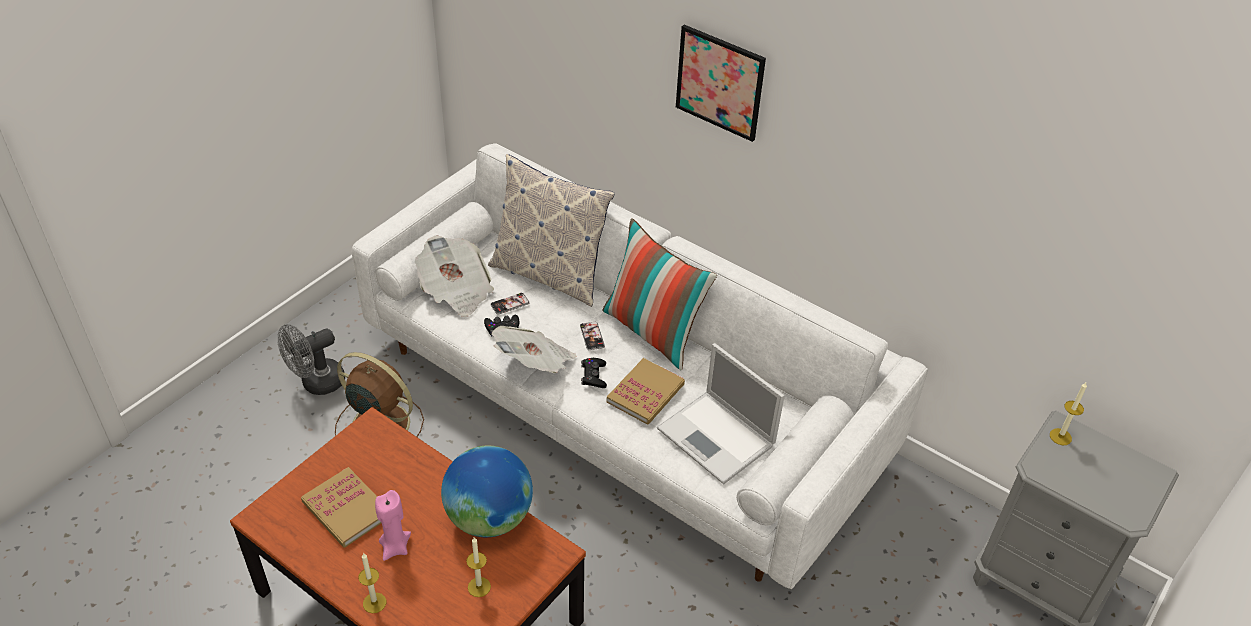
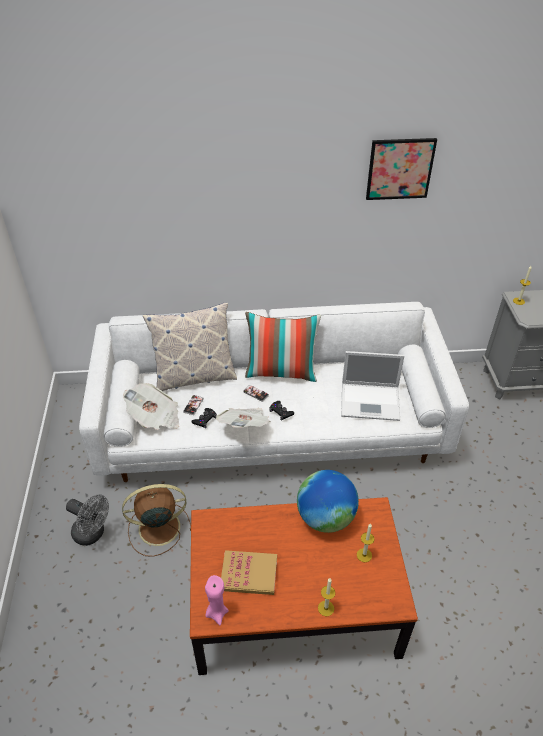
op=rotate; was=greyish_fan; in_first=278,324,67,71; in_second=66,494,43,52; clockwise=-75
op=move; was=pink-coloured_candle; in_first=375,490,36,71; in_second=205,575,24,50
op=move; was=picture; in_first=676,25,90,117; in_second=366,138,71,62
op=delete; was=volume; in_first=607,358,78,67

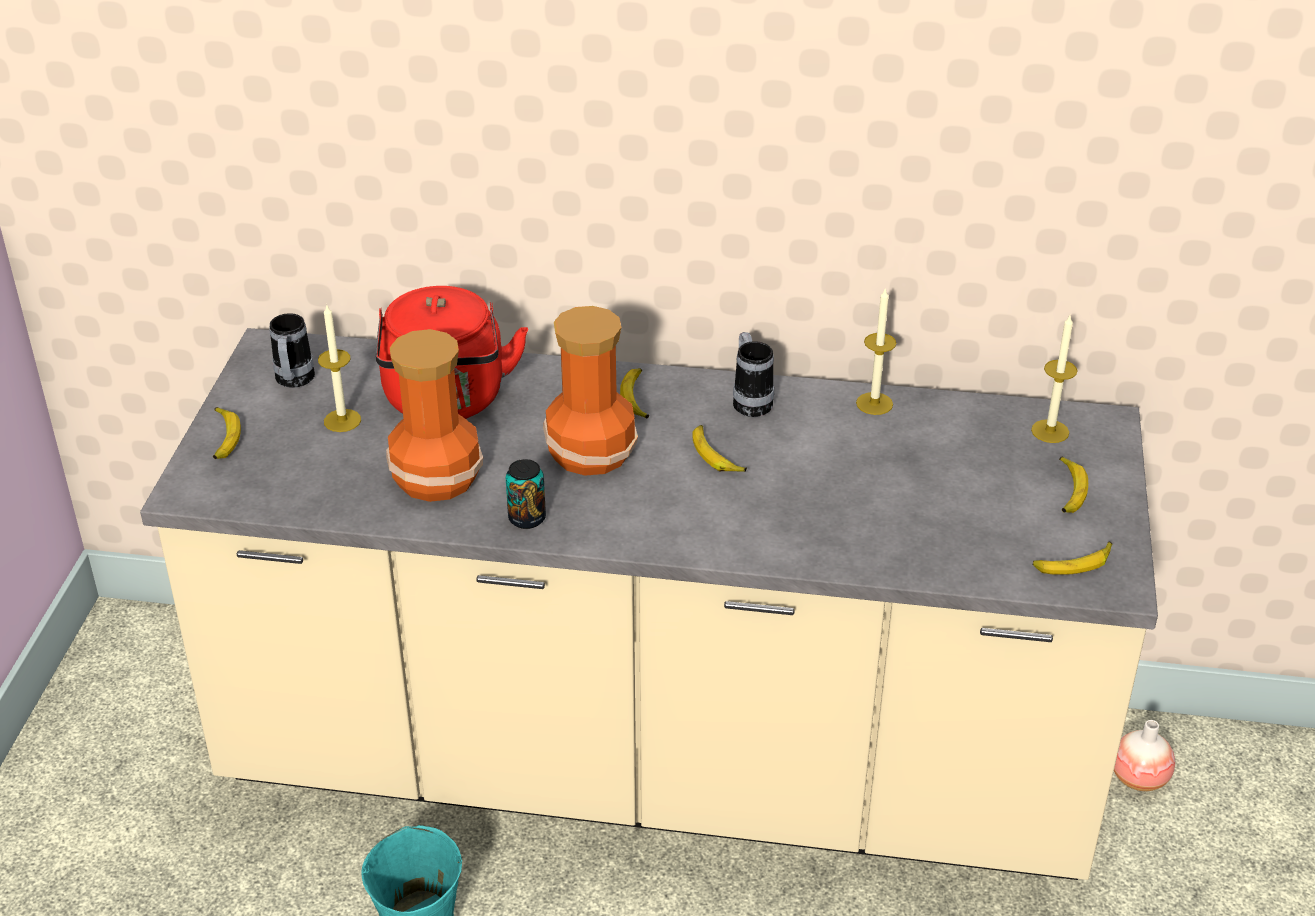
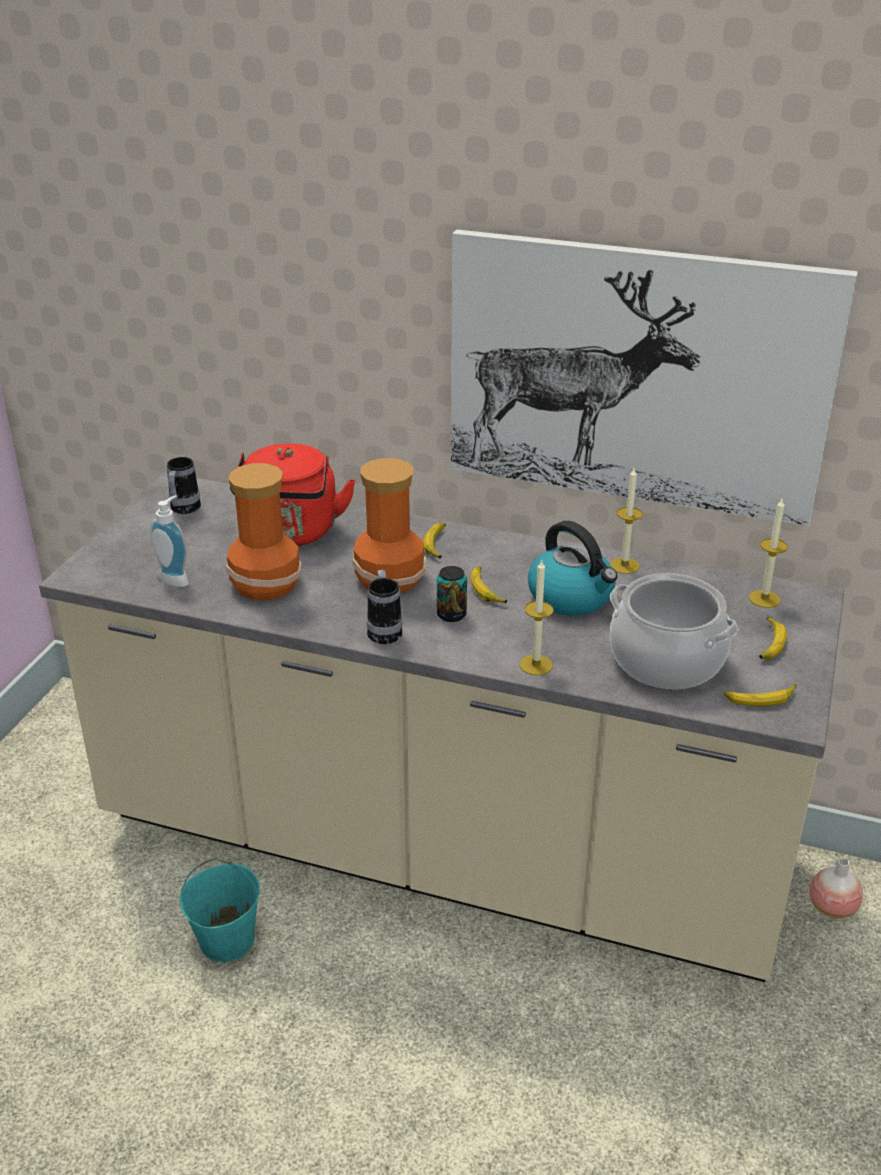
op=insert; now=liquid_soap_bottle; in_second=150,495,39,92
op=move; was=coffee_mug; in_first=733,332,41,85; in_second=367,570,36,74
op=move; was=metal_can; in_first=506,459,40,70; in_second=437,566,30,56
op=insert; now=picture; in_second=451,229,407,297
op=move; was=candle; in_first=318,305,43,127; in_second=519,559,35,116
op=insert; now=kettle; in_second=528,521,89,95
op=insert; now=cooking_pot; in_second=610,573,128,116
op=delete; was=whole_banana; in_first=213,407,28,52

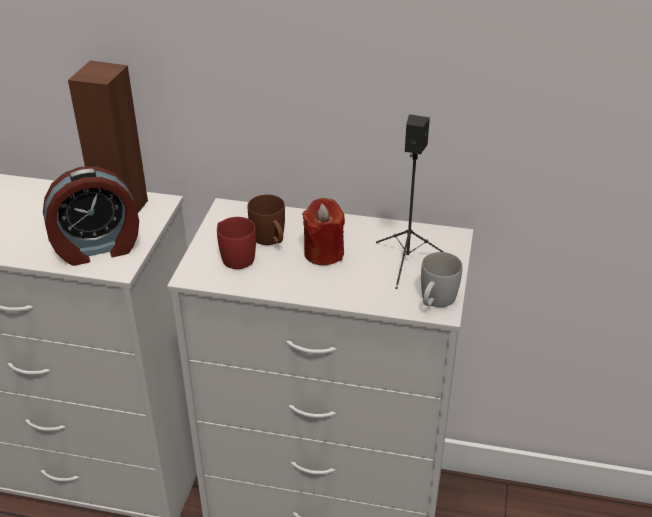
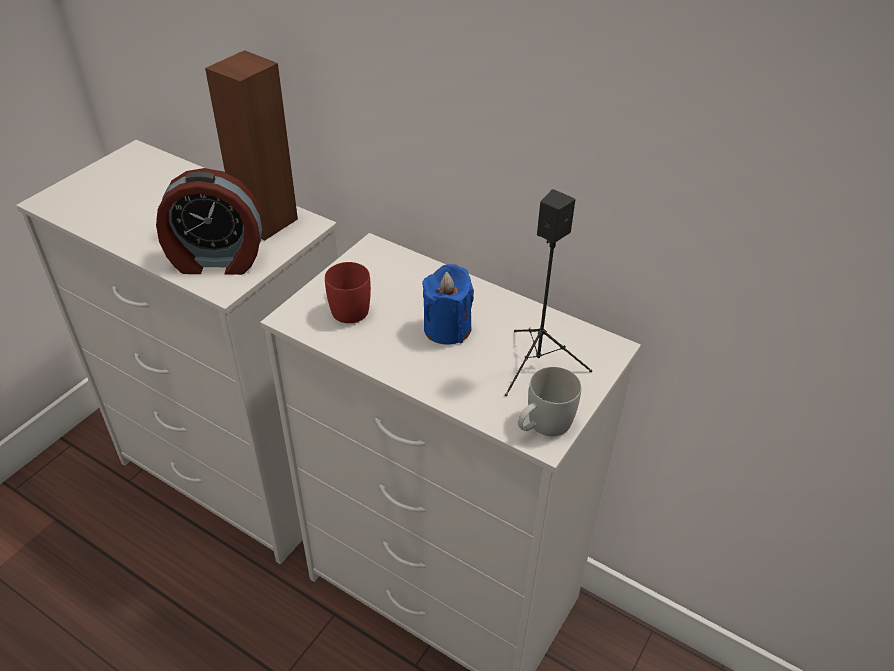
op=recolor; was=red-coloured_candle; now=blue-coloured_candle; in_first=302,198,43,67; in_second=422,264,52,80
op=delete; was=brown-coloured_coffee_mug; in_first=248,195,37,50

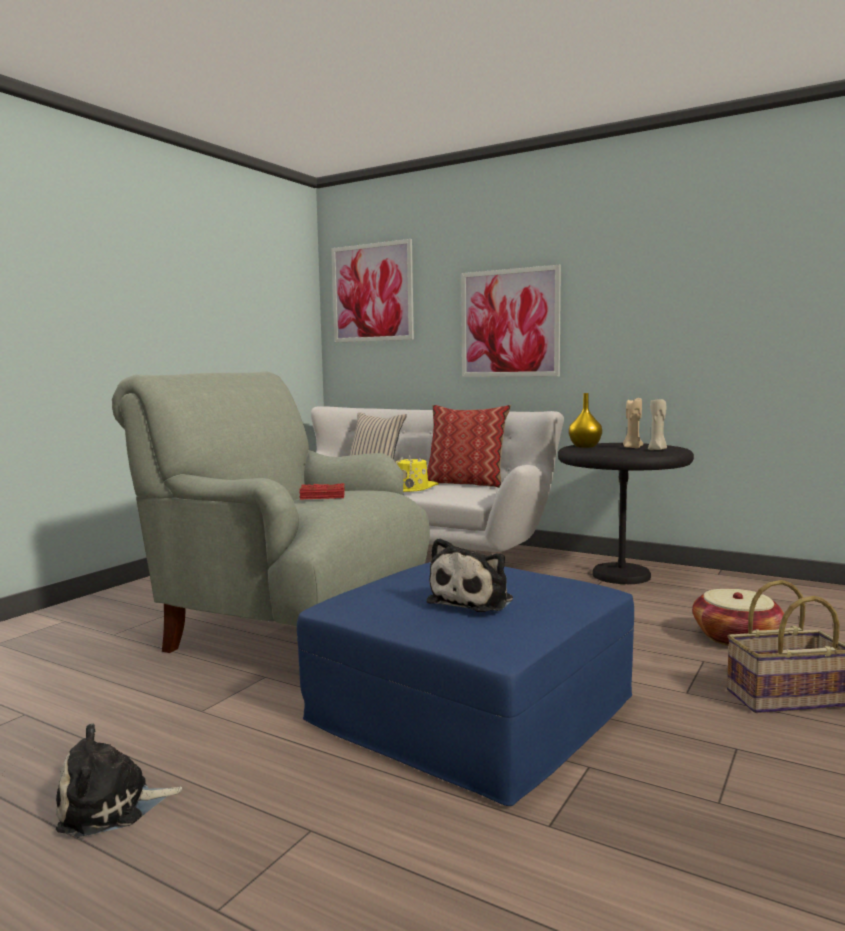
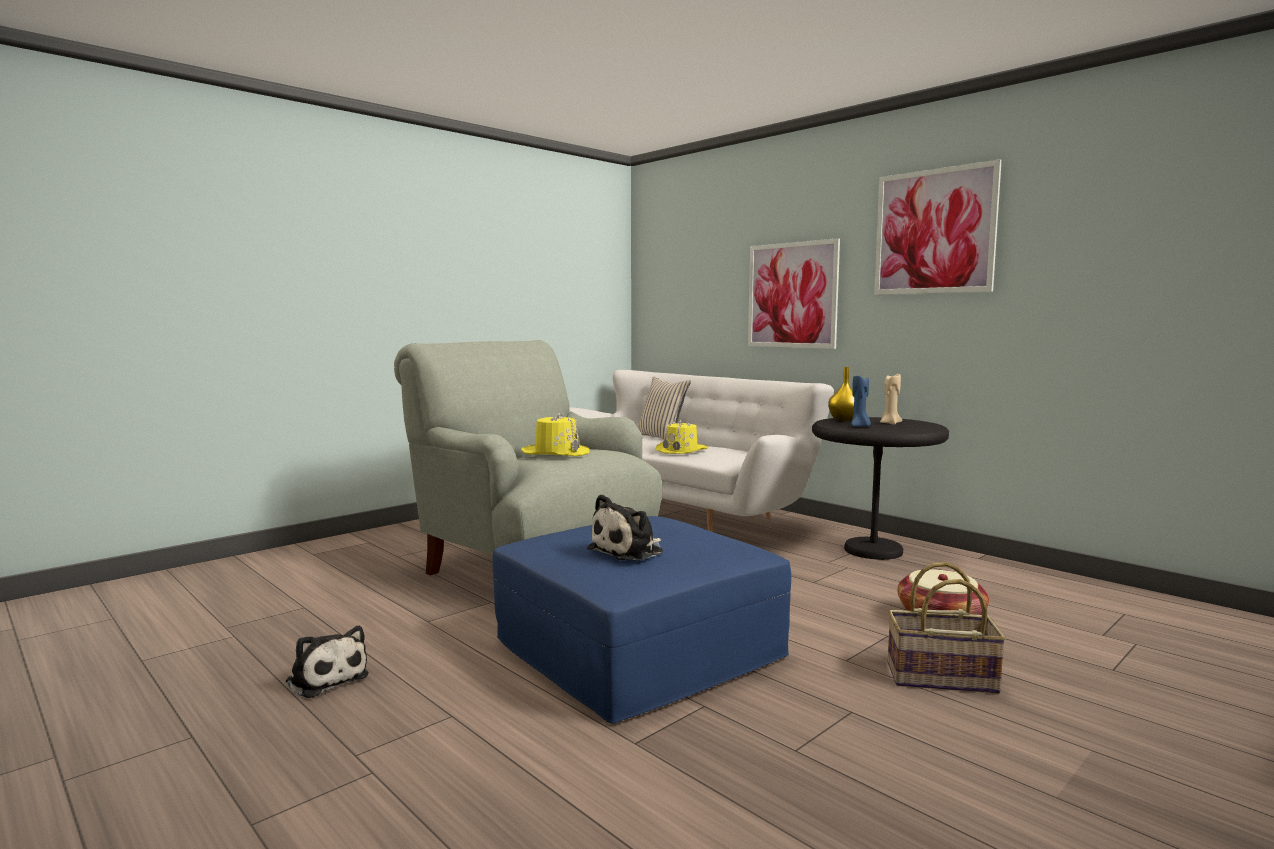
op=rotate; was=plush_toy; in_first=56,723,126,114; in_second=286,626,83,72; clockwise=-135
op=replace; was=red-coloured_volume; now=yellow-coloured_clothing_hat; in_first=299,483,46,17; in_second=521,412,69,44
op=insert; now=blue-coloured_candle; in_second=851,376,20,50
op=move; was=picture; in_first=331,239,83,103; in_second=874,159,128,136
op=delete; was=pillow; in_first=427,405,84,83
op=delete; was=beige-coloured_candle; in_first=648,398,19,52

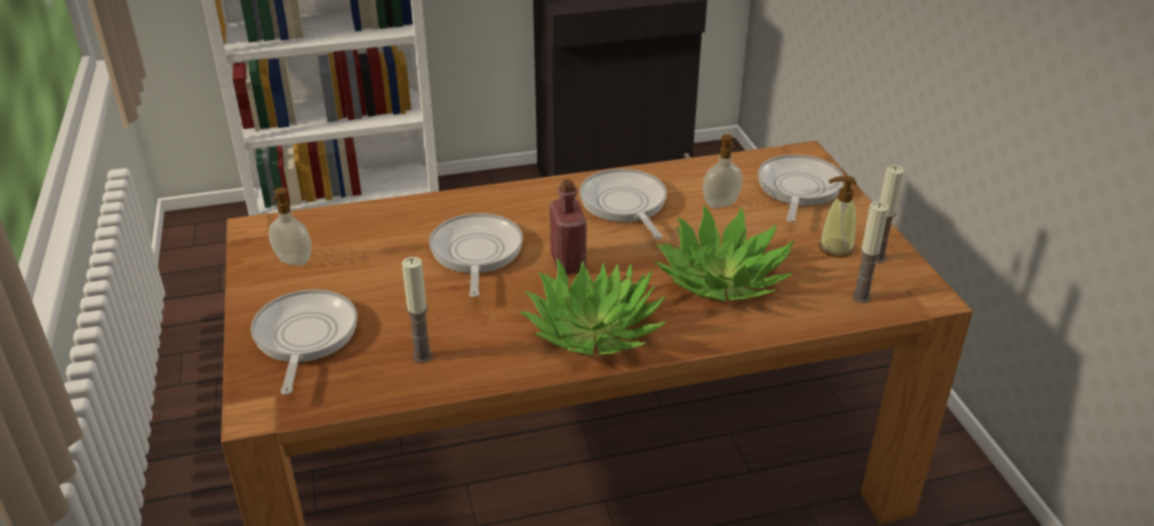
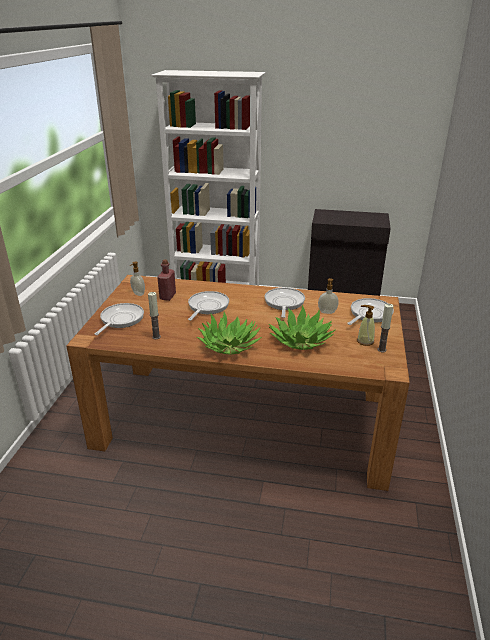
op=move; was=red-coloured_beverage_bottle; in_first=550,179,37,96; in_second=157,259,19,42
op=delete; was=candle; in_first=852,202,37,101

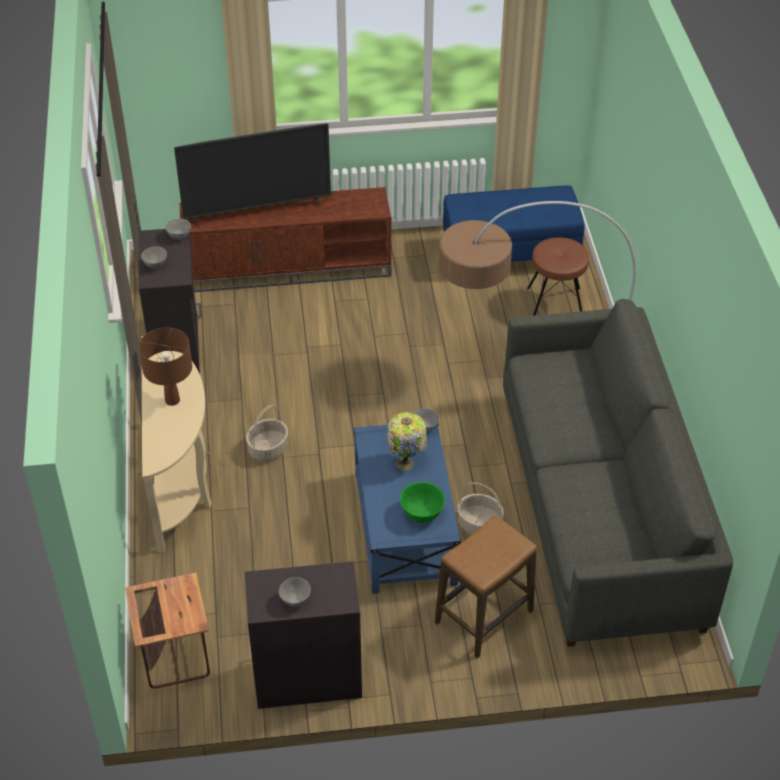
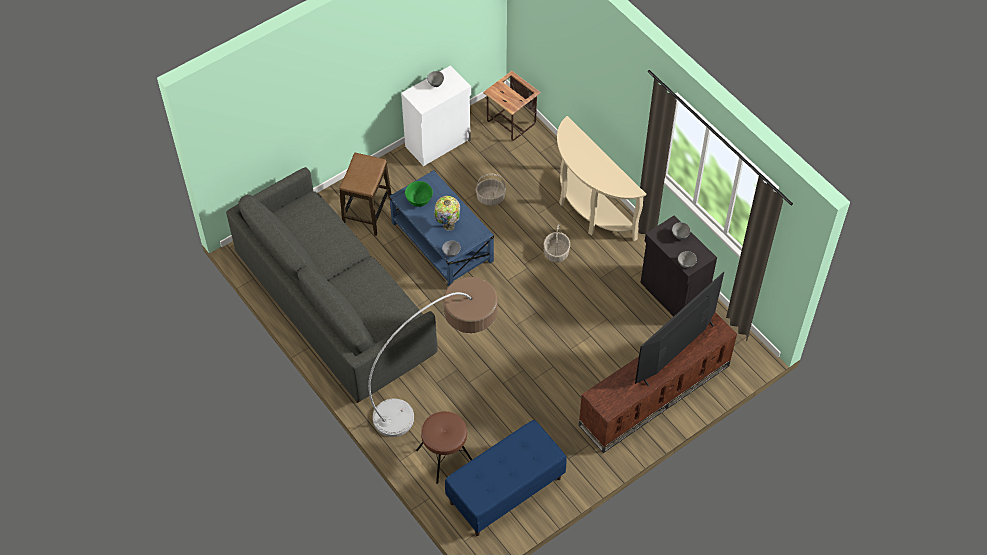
op=recolor; was=black_cupboard; now=white-coloured_cupboard; in_first=245,561,117,148; in_second=401,65,70,101
op=move; was=household_basket; in_first=457,482,47,52; in_second=476,174,30,32
op=delete; was=brown-coloured_table_lamp; in_first=139,327,53,79

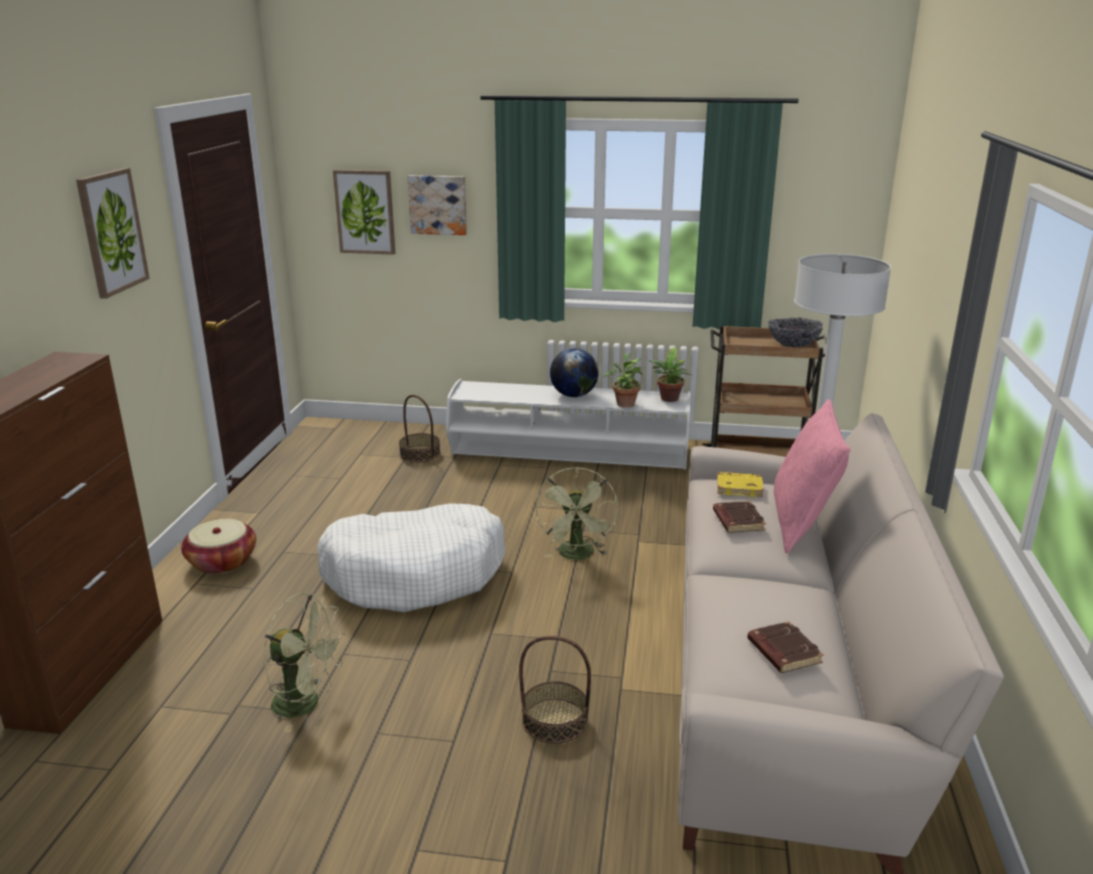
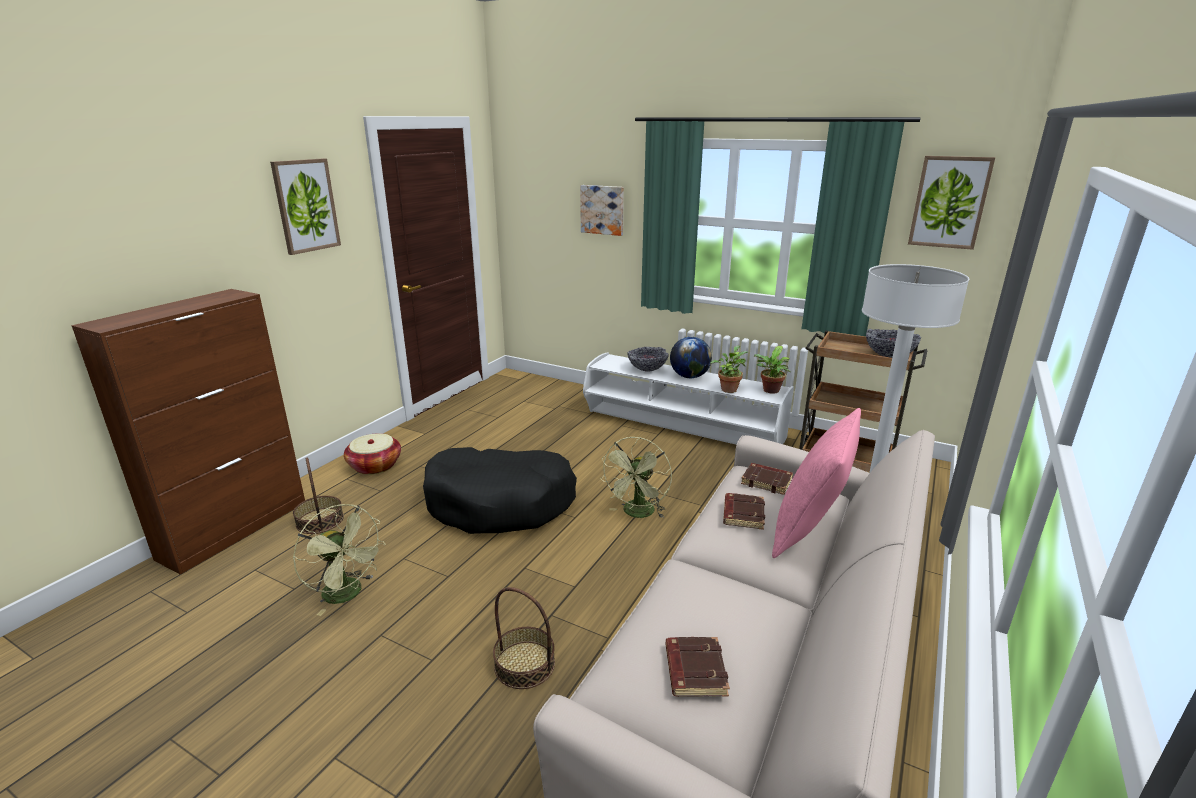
op=move; was=household_basket; in_first=399,395,41,68; in_second=293,457,51,77
op=recolor; was=white-coloured_pet_bed; now=black_pet_bed; in_first=317,503,189,109; in_second=423,447,154,87
op=insert; now=deep_dish; in_second=627,347,42,25
op=recolor; was=yellow-coloured_volume; now=brown-coloured_volume; in_first=717,472,47,25; in_second=741,463,52,32
op=move; was=picture; in_first=333,170,63,85; in_second=908,156,87,94

